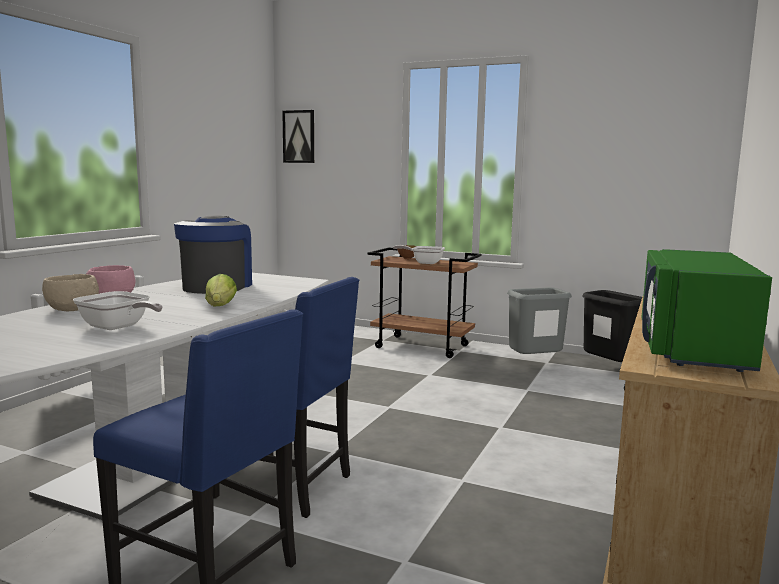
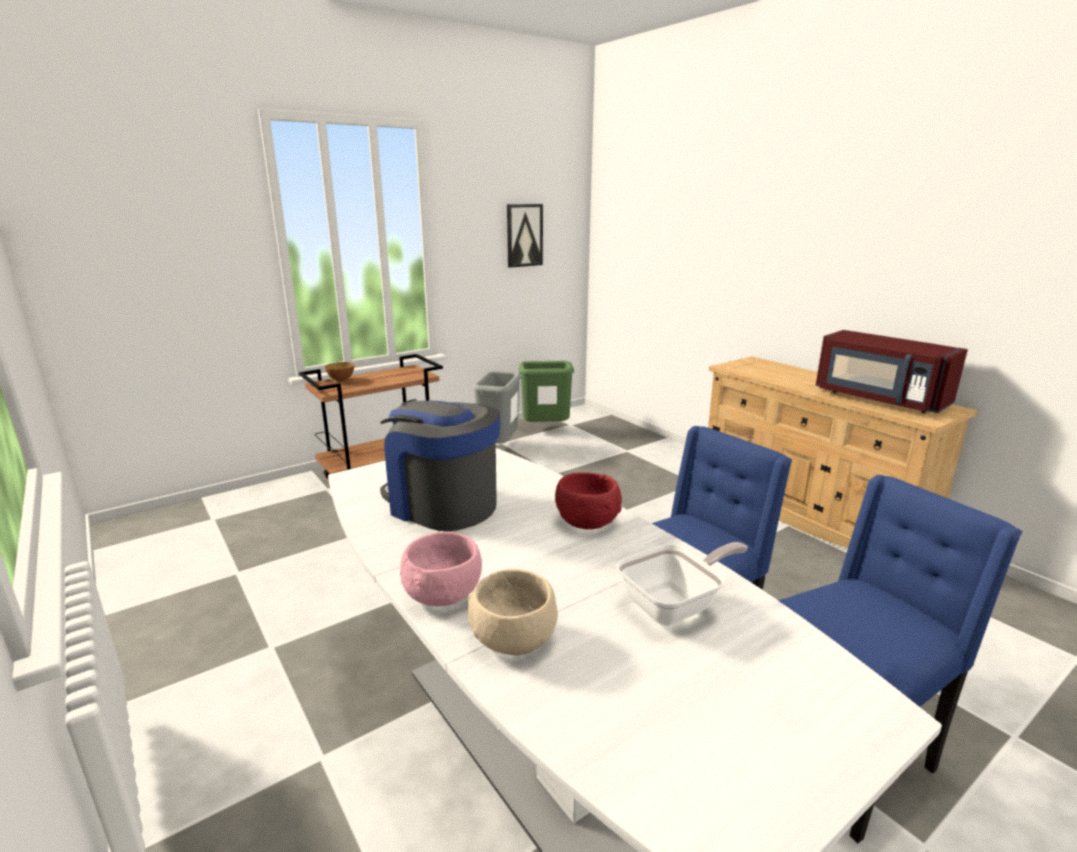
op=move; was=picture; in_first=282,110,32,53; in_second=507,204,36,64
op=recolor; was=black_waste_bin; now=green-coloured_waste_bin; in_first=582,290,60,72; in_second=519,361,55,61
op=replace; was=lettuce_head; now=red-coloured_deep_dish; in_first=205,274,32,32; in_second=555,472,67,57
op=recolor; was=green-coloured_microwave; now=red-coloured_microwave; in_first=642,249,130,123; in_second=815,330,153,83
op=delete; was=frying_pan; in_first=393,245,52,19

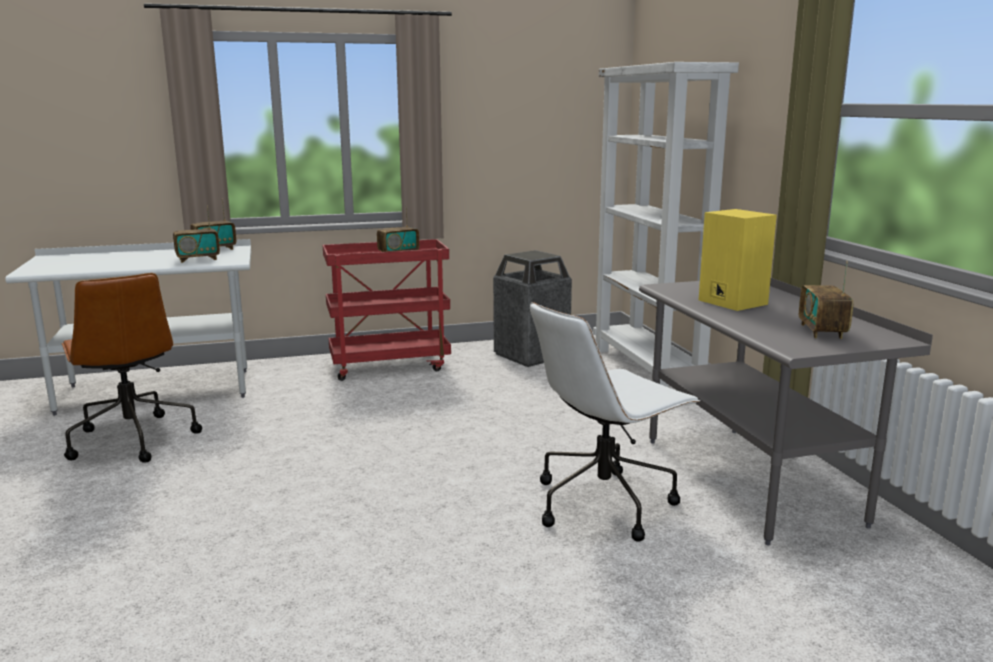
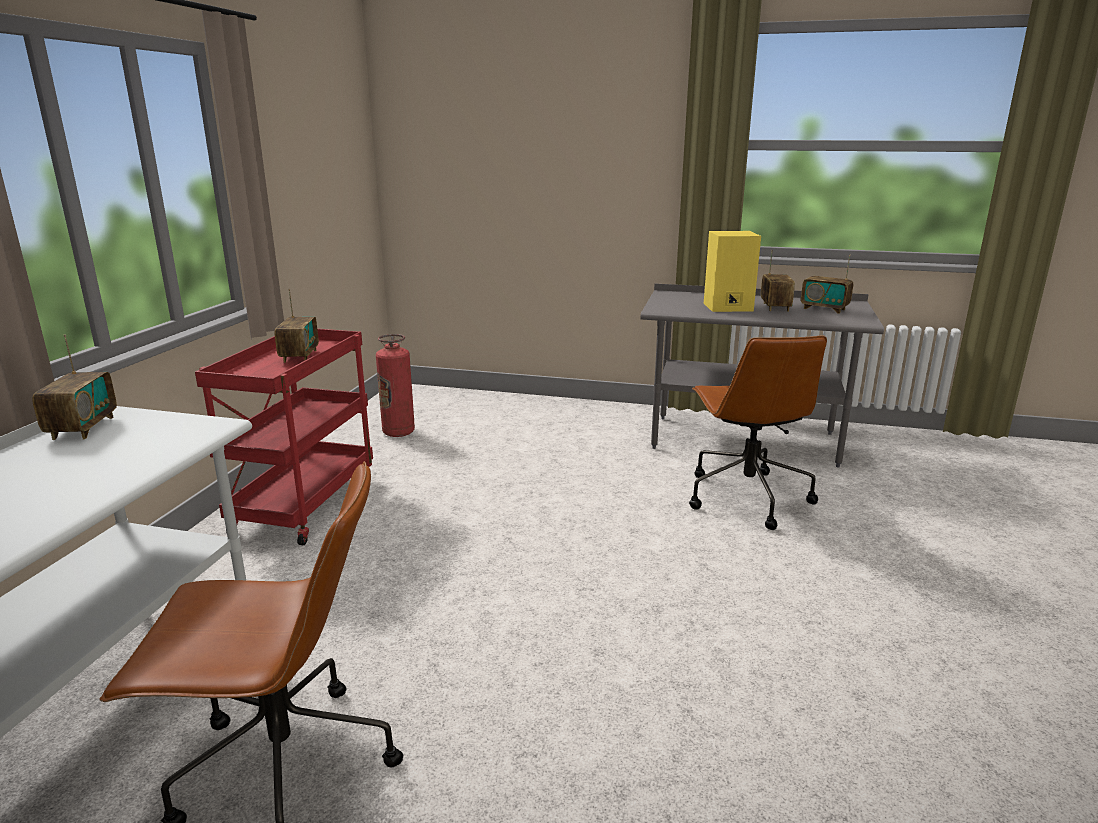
op=replace; was=waste_bin; now=fire_extinguisher; in_first=493,250,79,117; in_second=376,334,39,103
op=recolor; was=white-coloured_computer_chair; now=brown-coloured_computer_chair; in_first=530,302,170,240; in_second=689,336,138,194
op=move; was=radio_receiver; in_first=173,206,47,57; in_second=761,250,34,62
op=delete; was=white-coloured_bookshelf; in_first=593,62,146,325

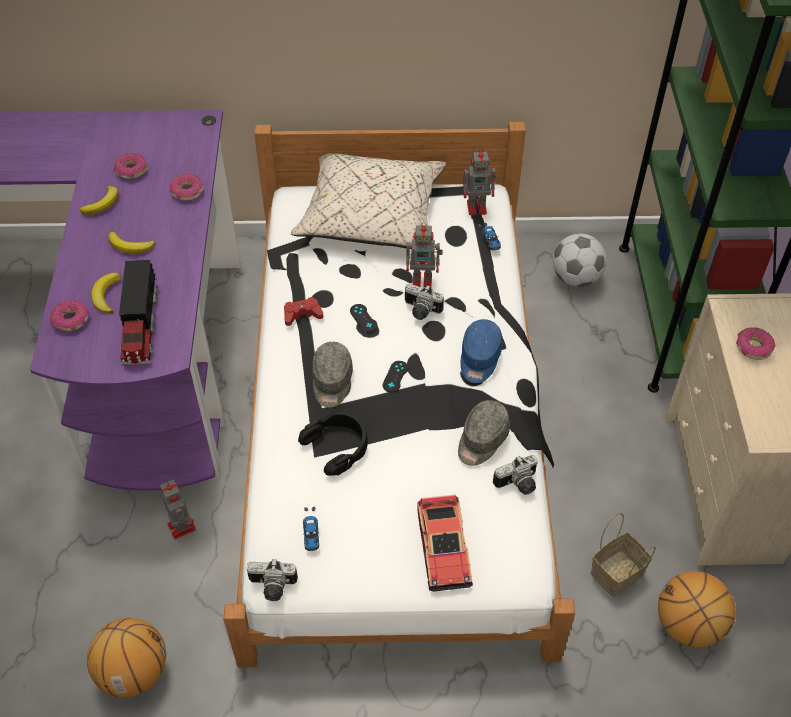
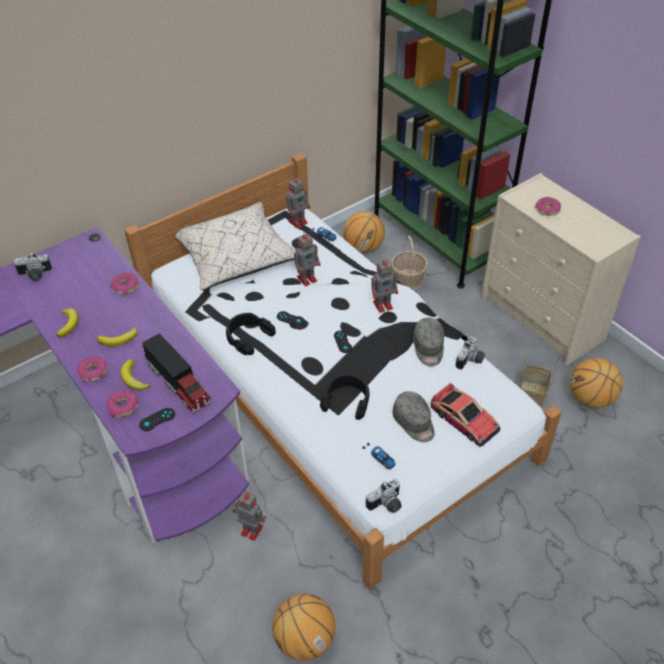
op=move; was=photo_camera; in_first=405,284,39,36; in_second=14,252,38,29
op=move; was=ring_doughnut; in_first=114,153,33,26; in_second=77,356,31,25
op=insert; now=black_gamepad; in_second=139,408,36,23
op=replace; was=red-coloured_gamepad; now=black_pair_of_headphones; in_first=284,297,39,29; in_second=226,313,50,42
op=replace; was=football; now=basketball; in_first=553,233,54,54; in_second=343,211,42,42
op=replace; was=blue-coloured_baseball_cap; now=toy_robot; in_first=461,319,42,64; in_second=371,258,27,55
op=insert; now=household_basket; in_second=391,235,37,55
op=move; was=greyish_baseball_cap; in_first=312,342,41,66; in_second=392,391,43,51

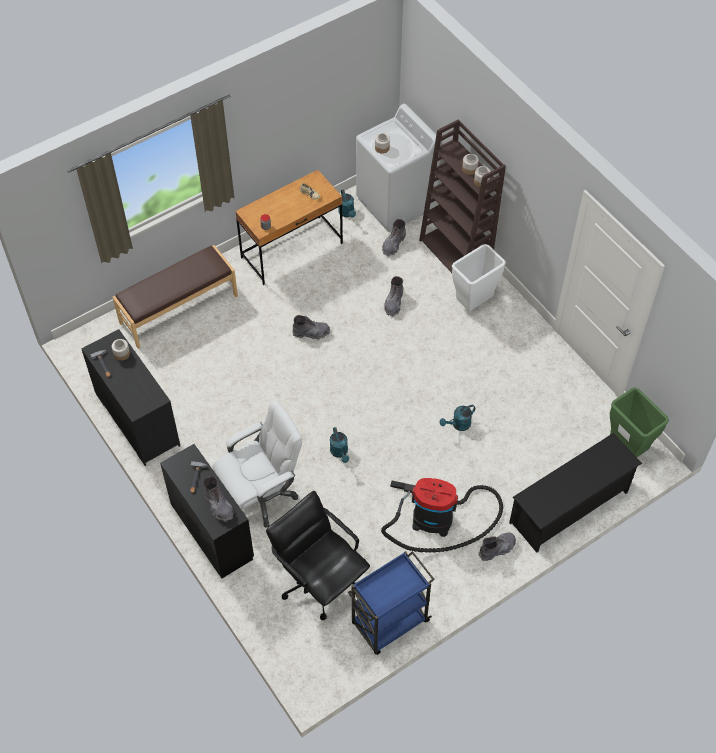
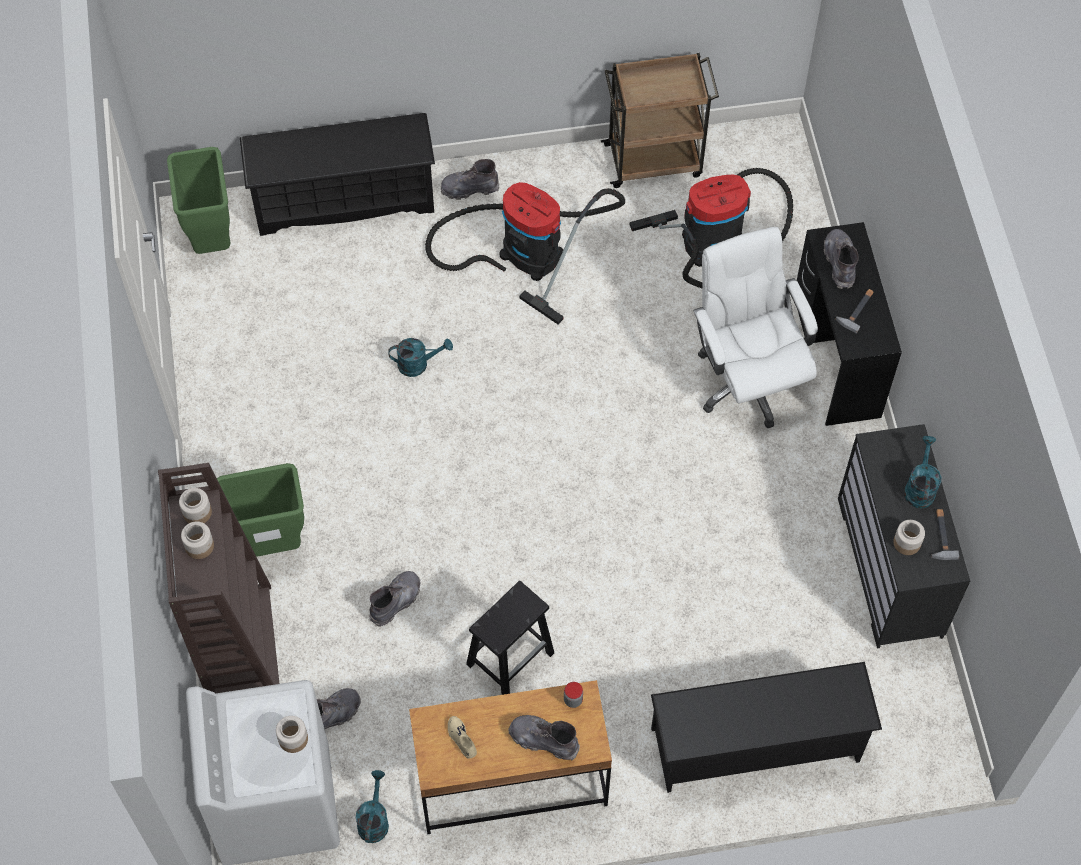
op=recolor; was=white-coloured_waste_bin; now=green-coloured_waste_bin; in_first=452,244,54,67; in_second=217,463,87,94
op=insert; now=black_stool; in_second=466,581,88,114
op=move; was=greyish_high-top_boot; in_first=293,315,37,25; in_second=508,715,72,45
op=recolor; was=blue-coloured_cart; now=brown-coloured_cart; in_first=348,551,87,104; in_second=601,53,118,135
op=replace; was=black_computer_chair; now=hoover; in_first=266,491,104,129; in_second=630,168,163,120
op=replace; was=brown-coloured_indoor_bench; now=black_shoe_shelf; in_first=112,245,126,104; in_second=651,662,231,131
op=rotate; was=white-coloured_computer_chair; in_first=212,400,91,128; in_second=693,227,125,201; clockwise=75
op=move; was=turquoise_watering_can; in_first=330,427,19,36; in_second=904,436,37,73

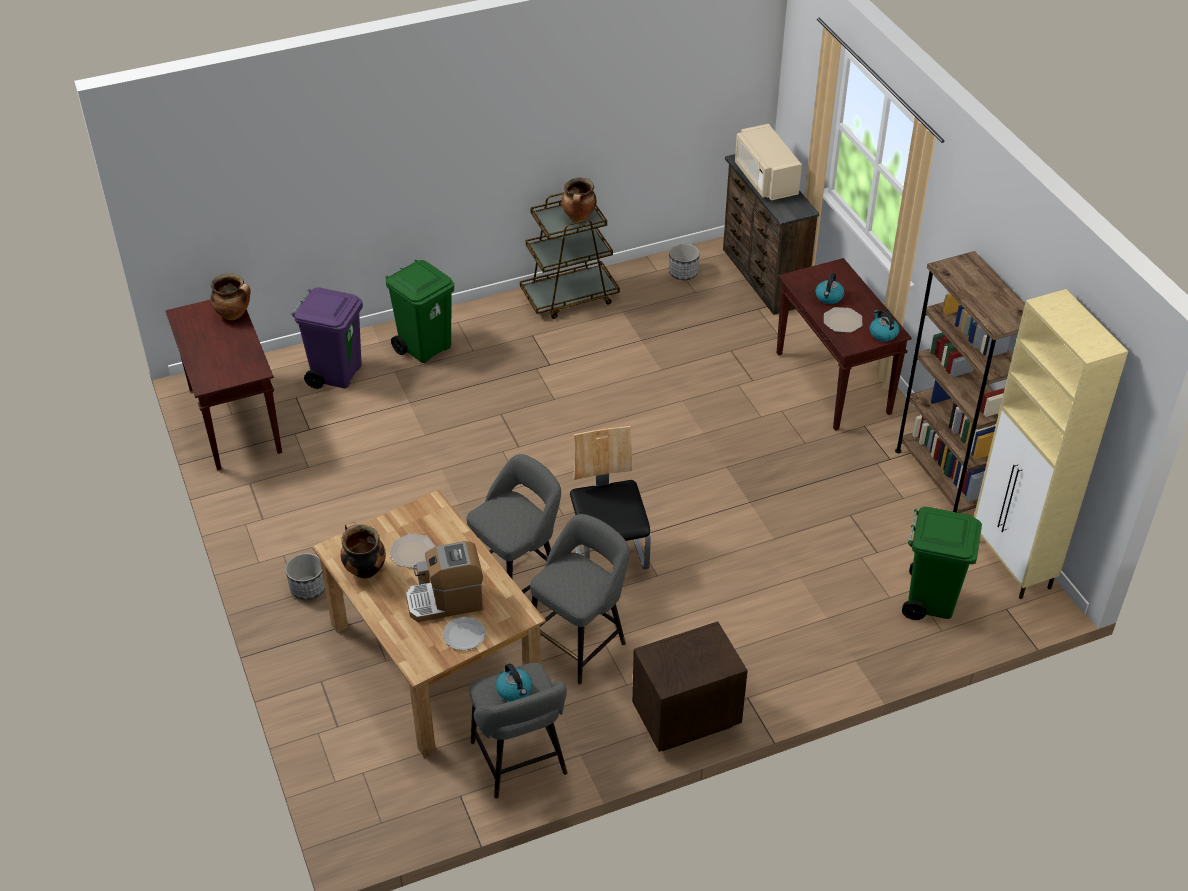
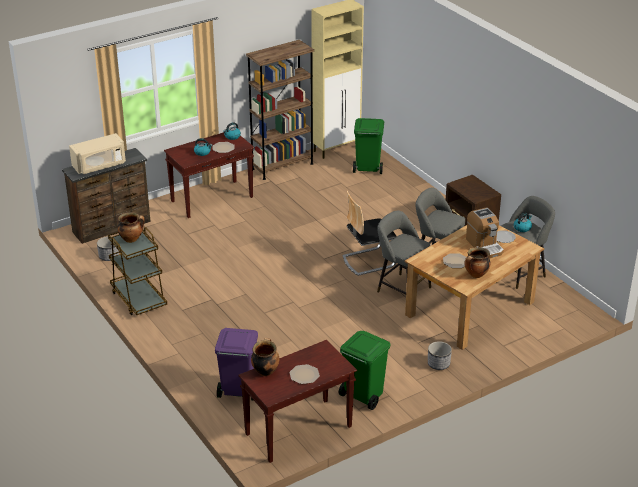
op=insert; now=flat_dish; in_second=289,364,31,20
op=move; was=green-coloured_waste_bin; in_first=385,260,69,103; in_second=339,331,52,79

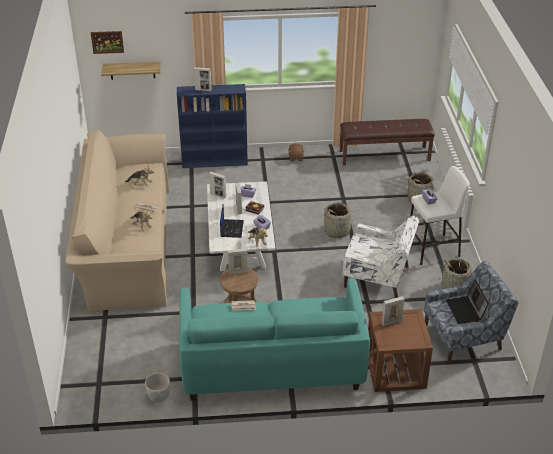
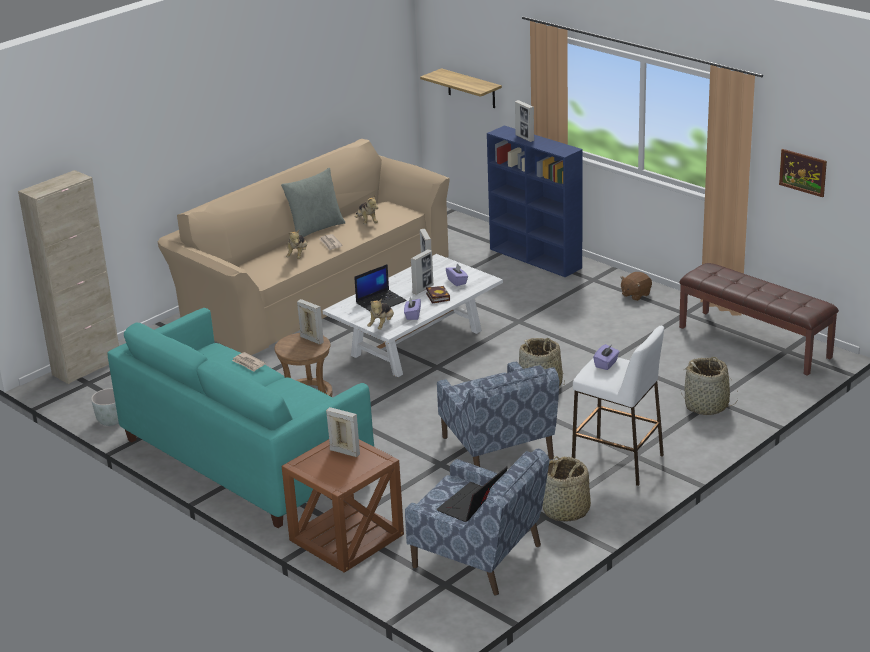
op=insert; now=beige-coloured_cupboard; in_second=18,170,101,214
op=insert; now=greyish_pillow; in_second=281,168,65,69
op=recolor; was=white-coloured_easy_chair; now=blue-coloured_easy_chair; in_first=343,216,76,82; in_second=437,361,123,106
op=move; was=picture; in_first=91,31,33,23; in_second=779,149,48,48

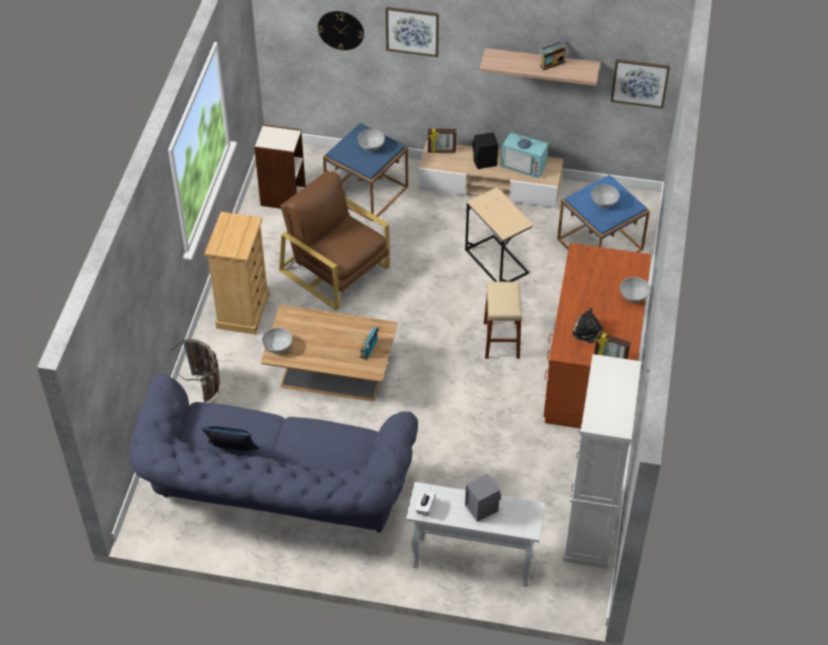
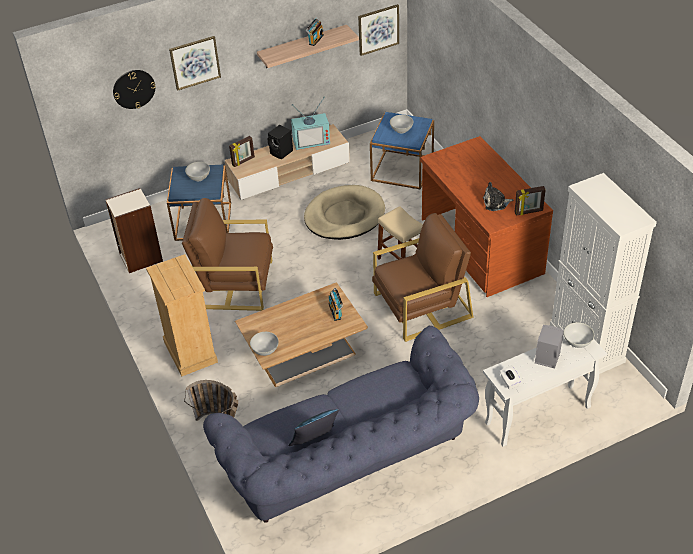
op=replace; was=beige-coloured_end_table; now=beige-coloured_pet_bed; in_first=465,187,69,95; in_second=304,185,81,55
op=insert; now=brown-coloured_easy_chair; in_second=372,213,102,129
op=move; was=white-coloured_deep_dish; in_first=620,277,31,26; in_second=564,322,30,26

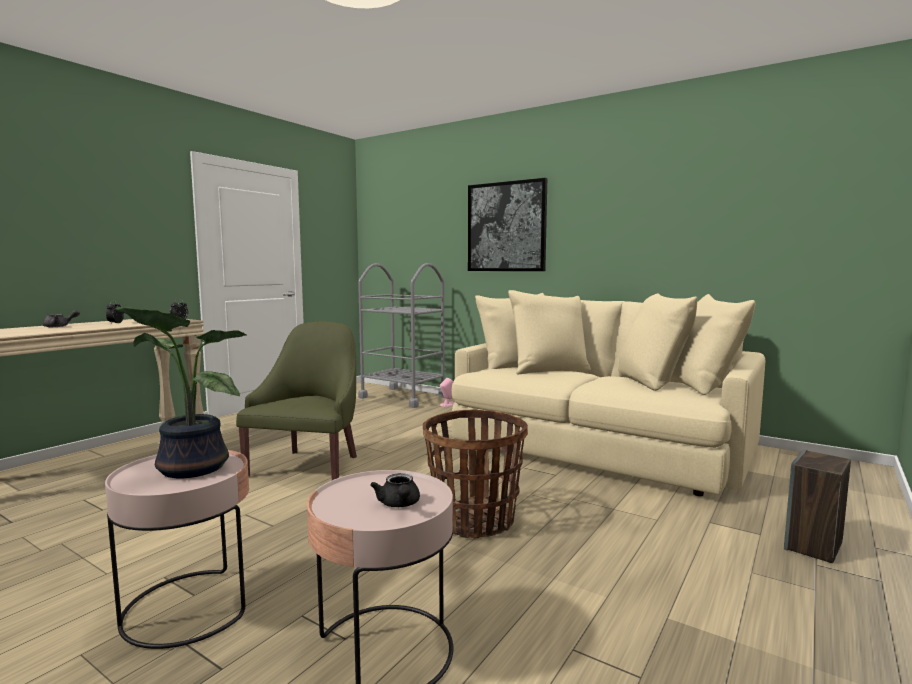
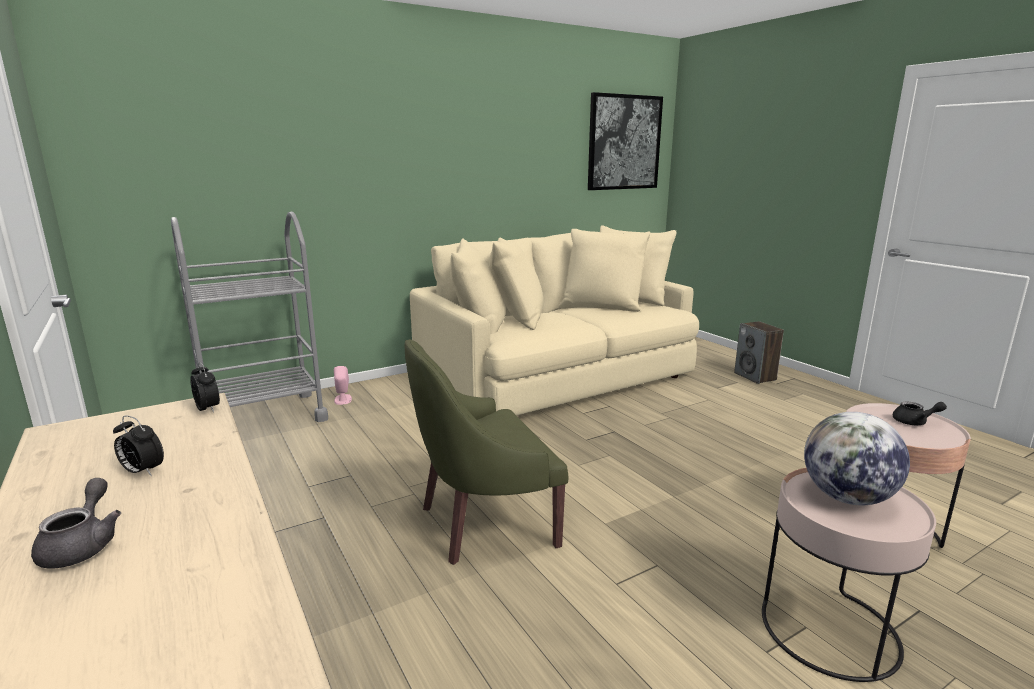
op=rotate; was=green-coloured_easy_chair; in_first=236,321,121,159; in_second=405,339,163,226; clockwise=-60
op=move; was=picture; in_first=468,178,79,93; in_second=588,92,75,98
op=replace; was=plant_in_a_pot; now=world_globe; in_first=115,306,133,173; in_second=804,412,106,93
op=delete; was=household_basket; in_first=423,410,105,128

